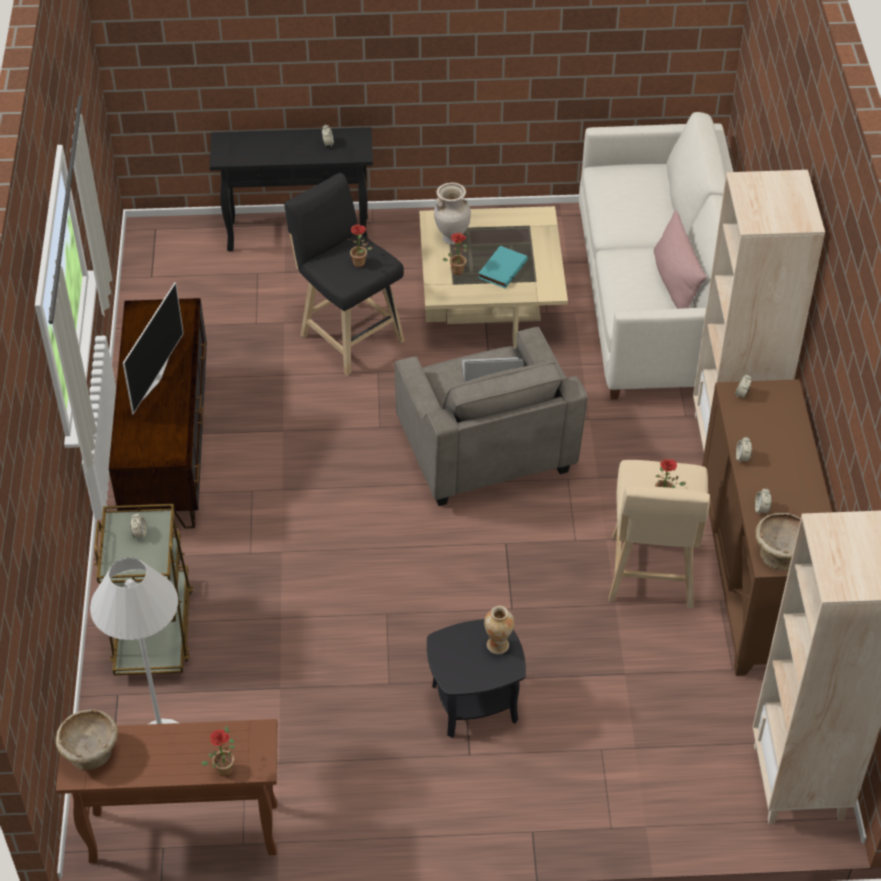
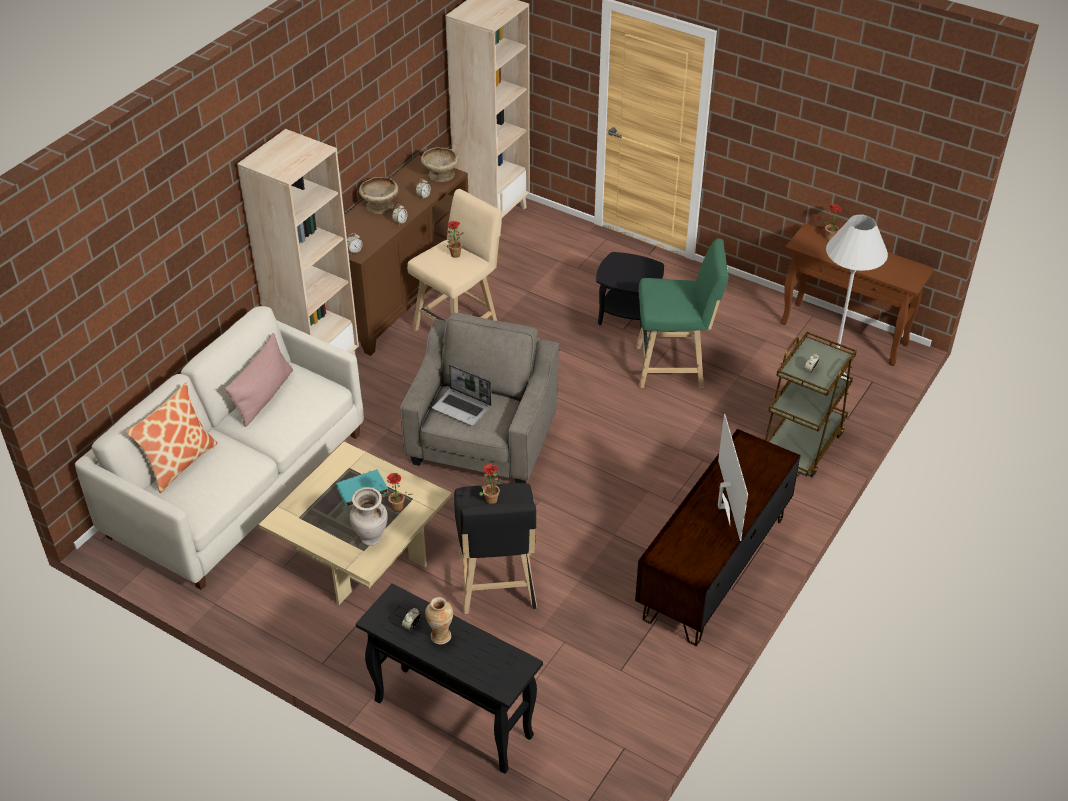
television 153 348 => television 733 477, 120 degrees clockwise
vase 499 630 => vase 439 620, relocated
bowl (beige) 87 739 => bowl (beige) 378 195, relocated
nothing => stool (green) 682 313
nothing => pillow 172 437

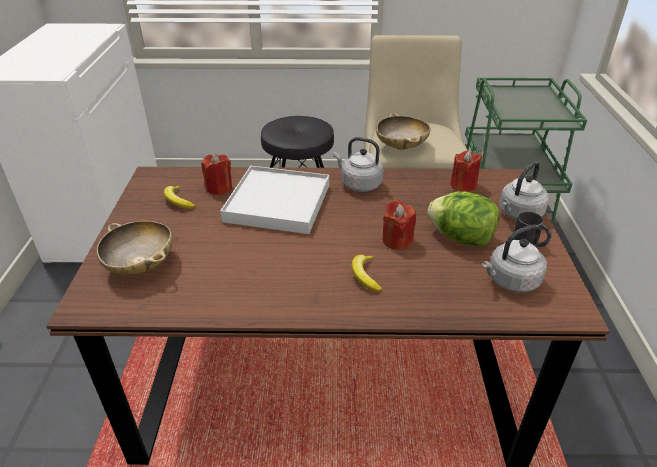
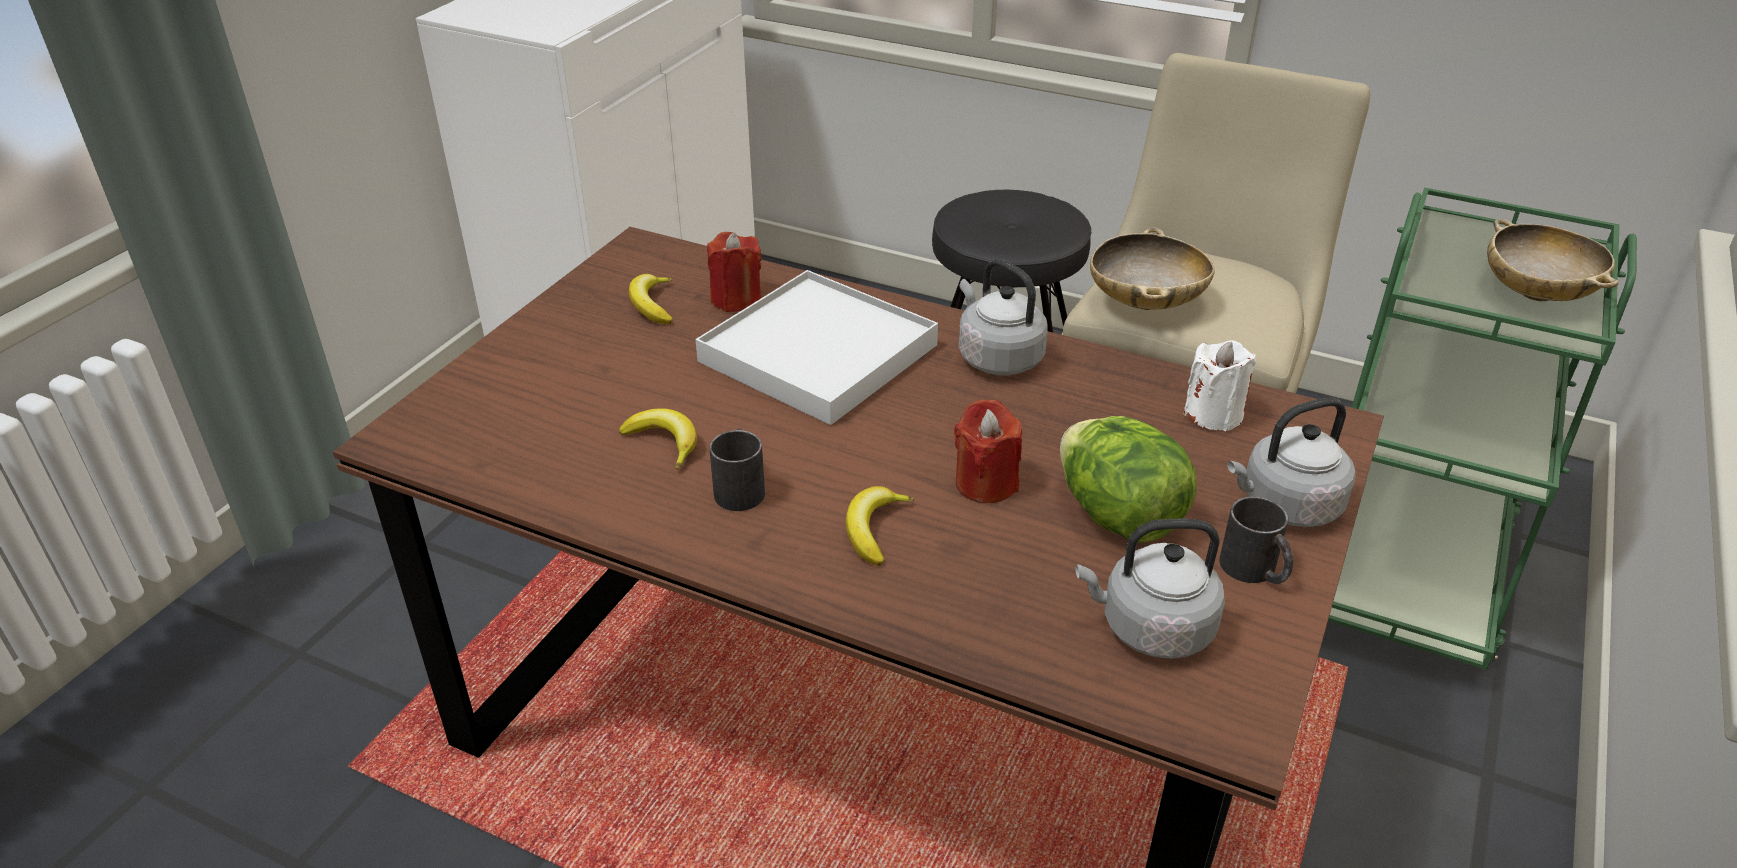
candle (red) 466 171 => candle (white) 1219 386
bowl (beige) 135 248 => bowl (beige) 1553 260, relocated
nothing => banana 658 439
nothing => mug (black) 737 470

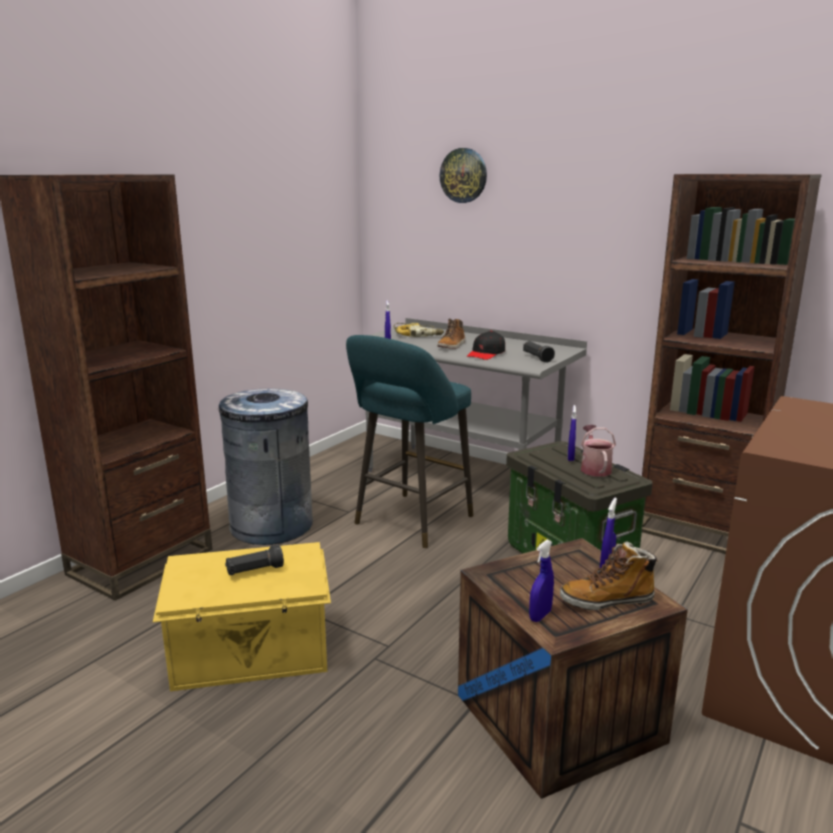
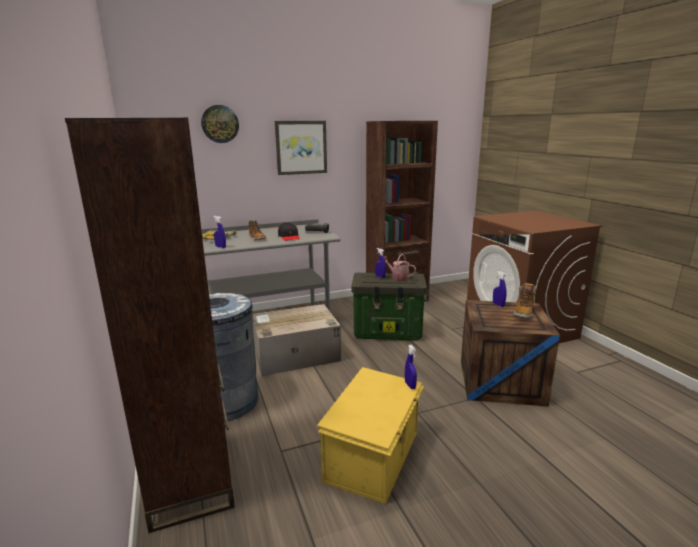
stool (turquoise) 409 441 => cardboard box 297 340
spray bottle (blue) 541 581 => spray bottle (blue) 411 367, relocated
flashlight (black) 254 559 => nothing
nothing => picture 301 148

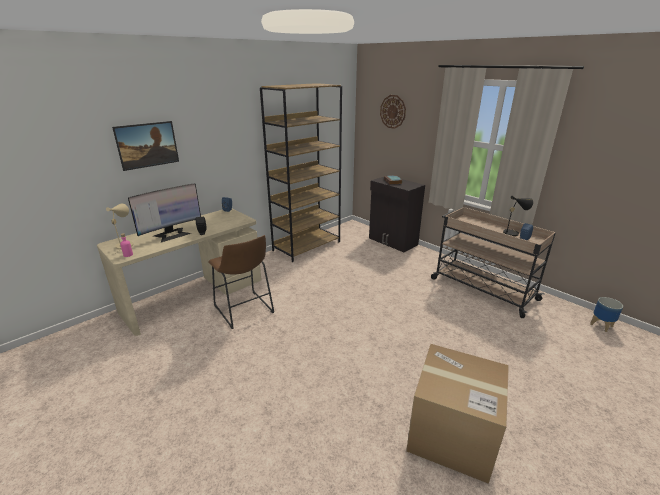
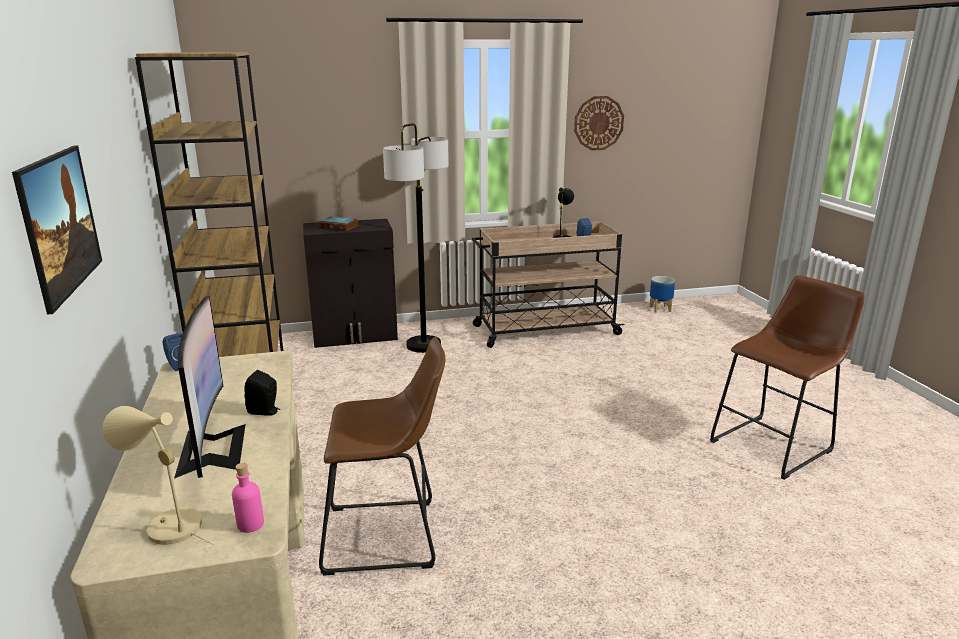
wall clock 393 112 => wall clock 599 123, relocated
cardboard box 457 414 => stool (brown) 787 377
nothing => floor lamp 416 238

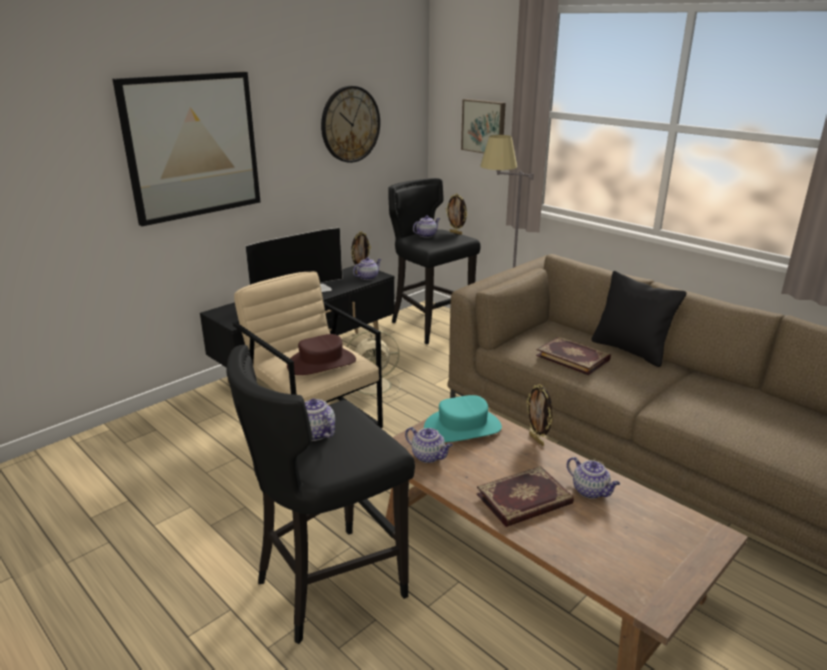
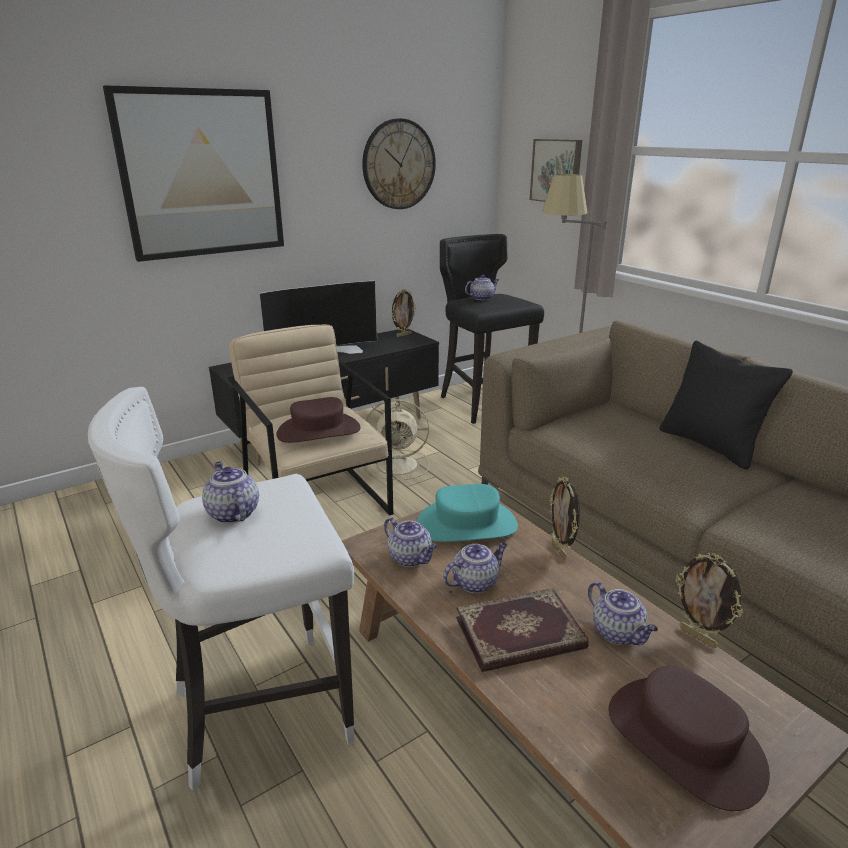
picture frame 456 214 => picture frame 709 600, relocated
teapot 367 268 => teapot 475 568, relocated
book 573 356 => nothing
stool (black) 320 494 => stool (white) 221 589
nothing => hat (brown) 689 738

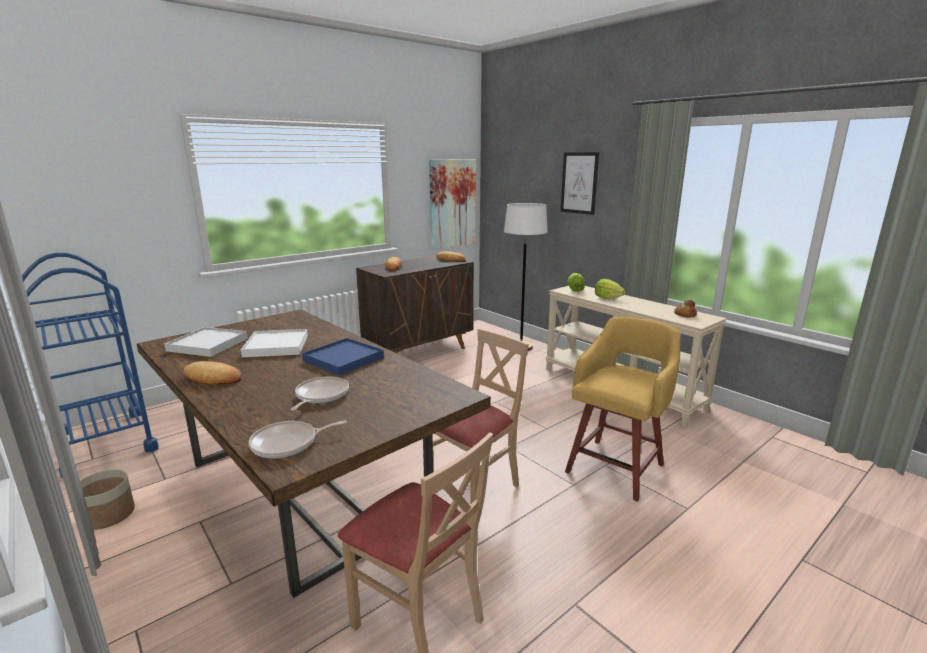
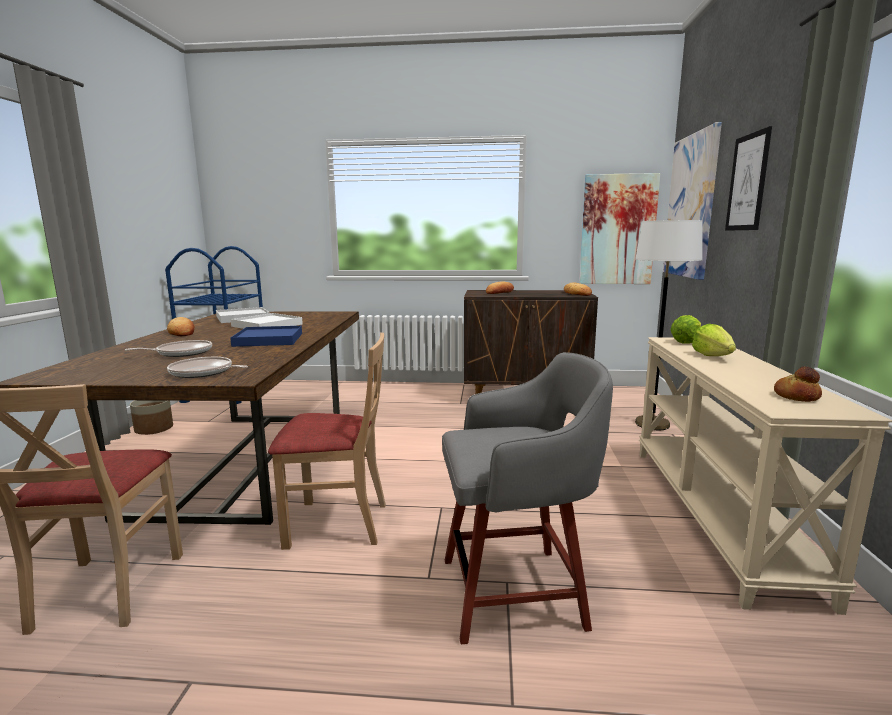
stool (yellow) 622 409 => stool (grey) 527 498
frying pan 297 440 => frying pan 207 367, relocated
nothing => picture 692 201

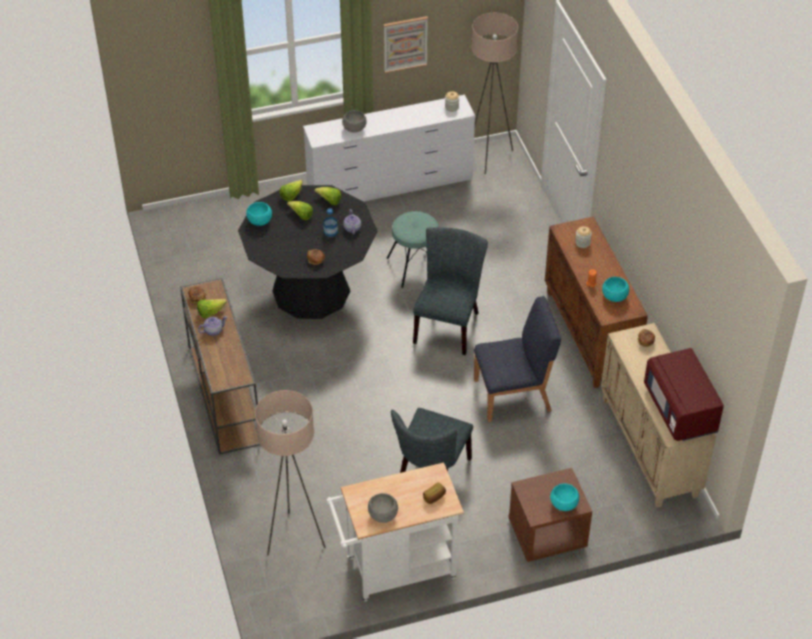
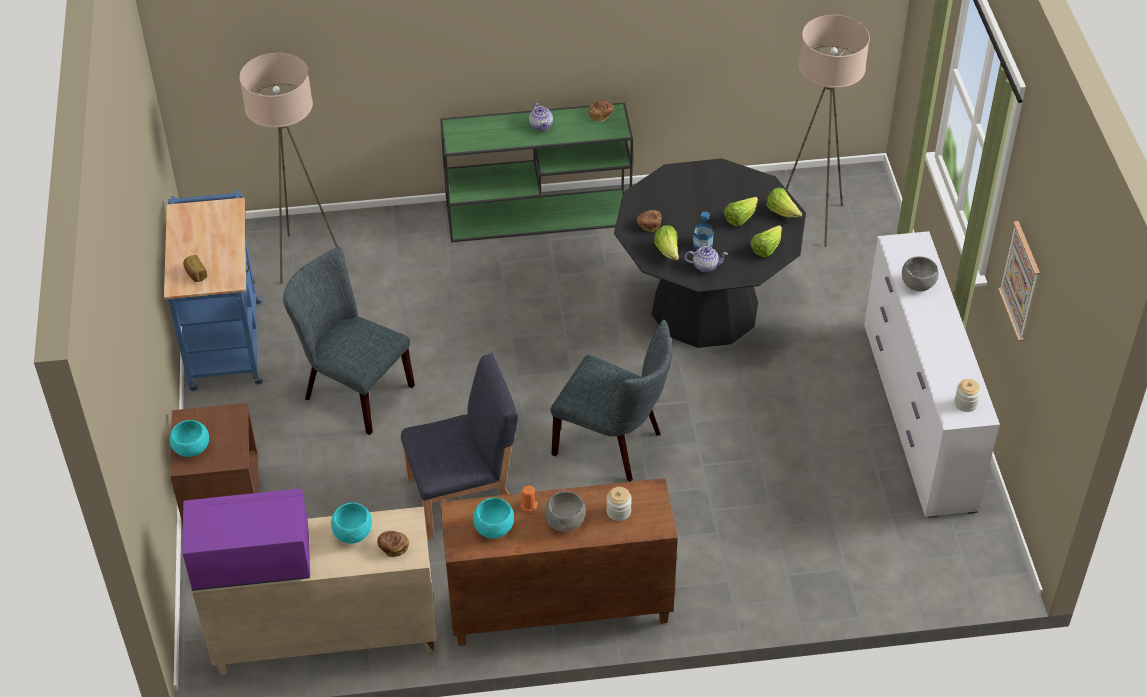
floor lamp (beige) 495 93 => floor lamp (beige) 828 131, relocated
bowl (turquoise) 259 214 => bowl (turquoise) 351 523, relocated
stool (turquoise) 412 249 => nothing
console table (brown) 220 366 => console table (green) 536 172
chair (blue) 517 359 => chair (blue) 459 446, 105 degrees counterclockwise
lettuce 212 308 => lettuce 666 242, relocated
microwave (red) 684 394 => microwave (purple) 246 539
cart (white) 395 532 => cart (blue) 213 291
bowl (grey) 383 508 => bowl (grey) 565 511, relocated

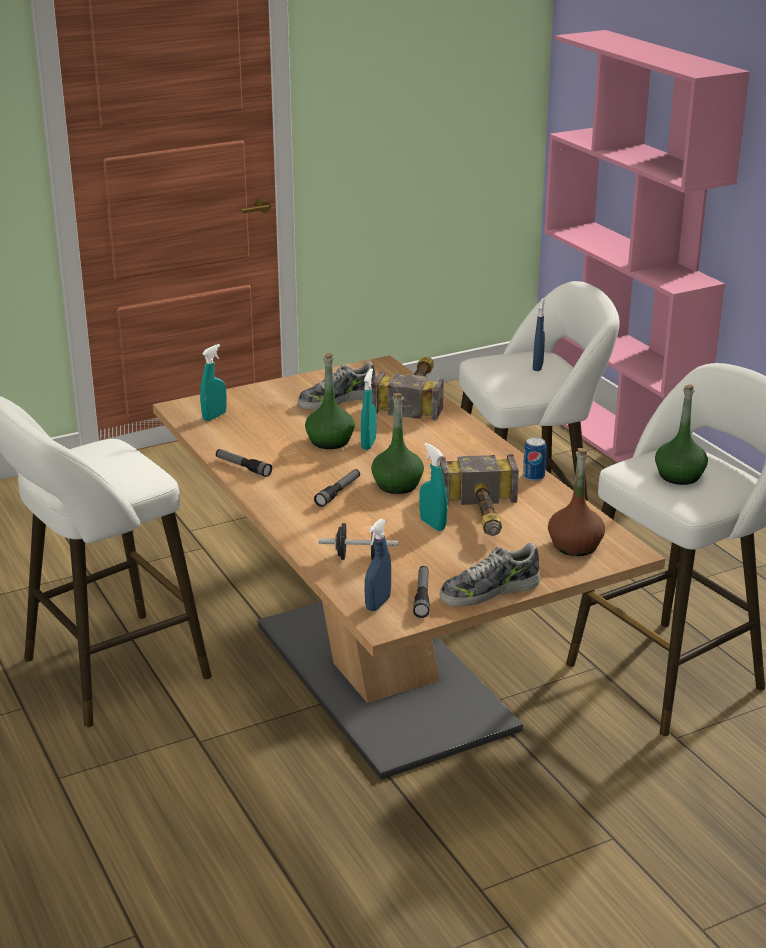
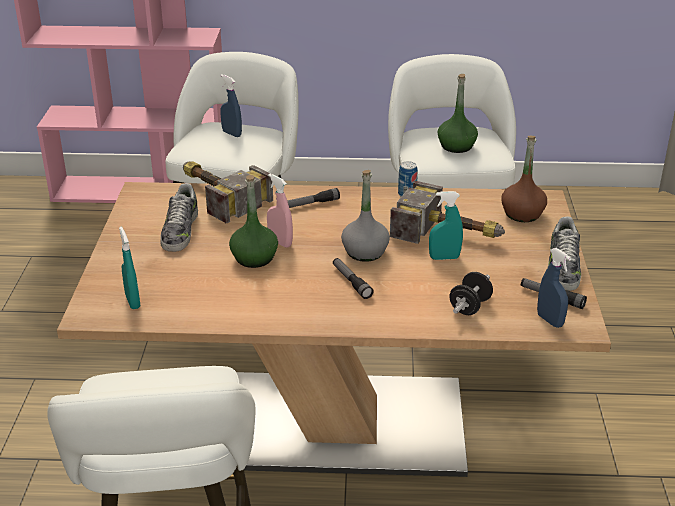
spray bottle (turquoise) 368 409 => spray bottle (pink) 280 211
bottle (green) 397 443 => bottle (grey) 365 216
flashlight 244 463 => flashlight 313 198, relocated

